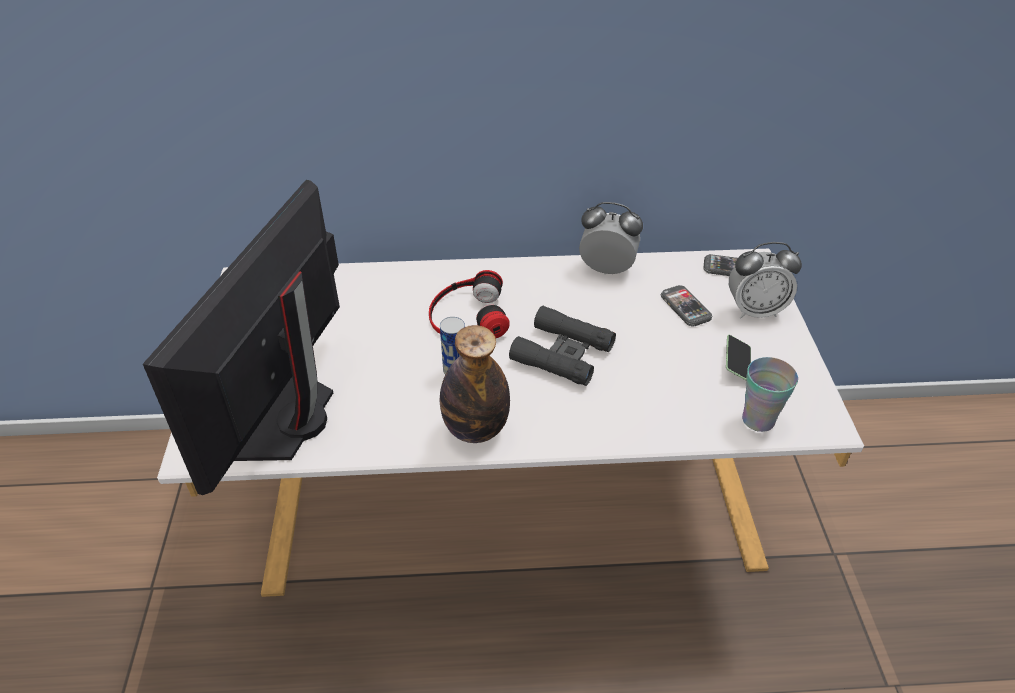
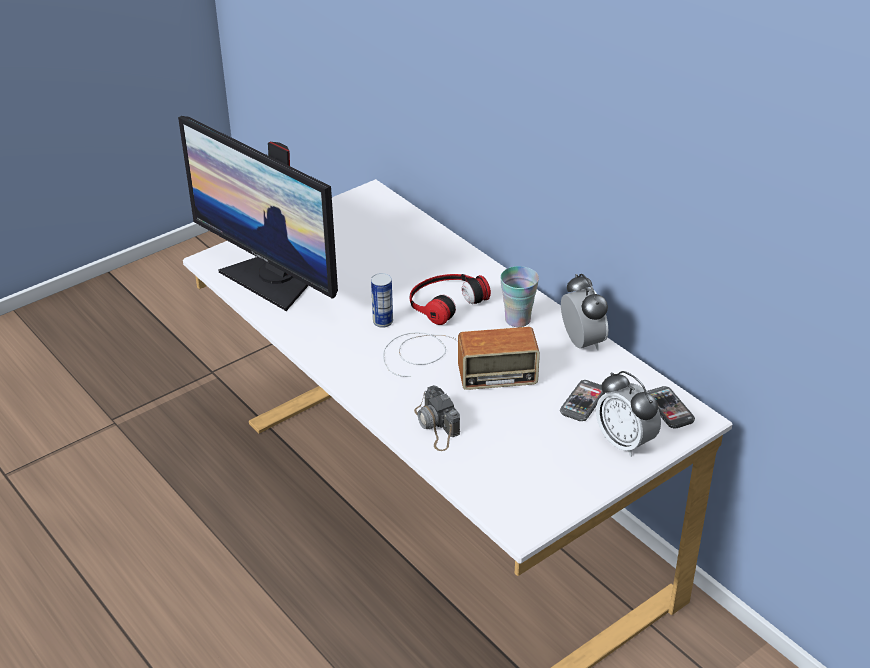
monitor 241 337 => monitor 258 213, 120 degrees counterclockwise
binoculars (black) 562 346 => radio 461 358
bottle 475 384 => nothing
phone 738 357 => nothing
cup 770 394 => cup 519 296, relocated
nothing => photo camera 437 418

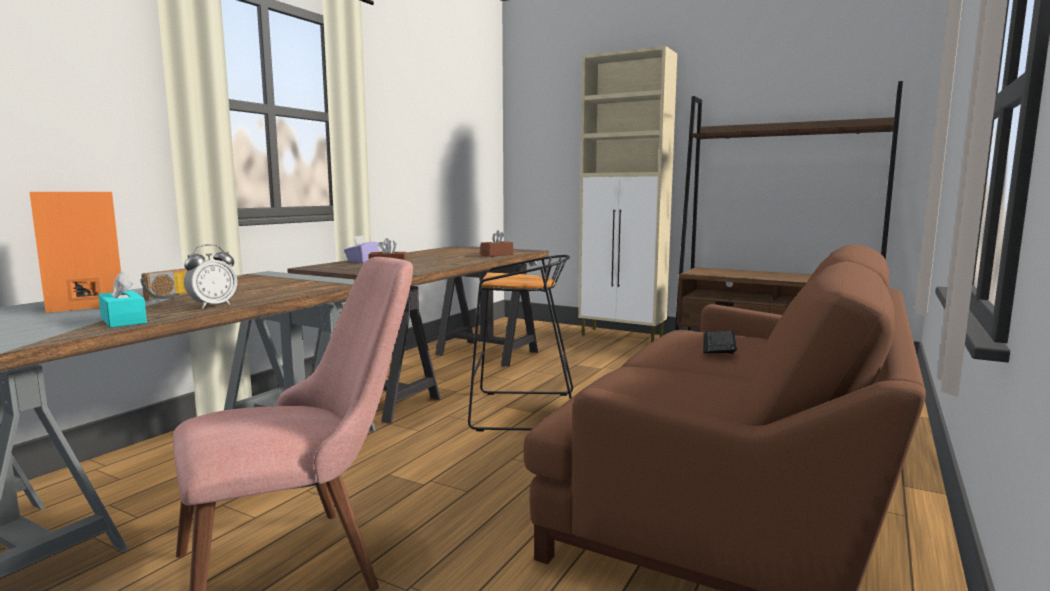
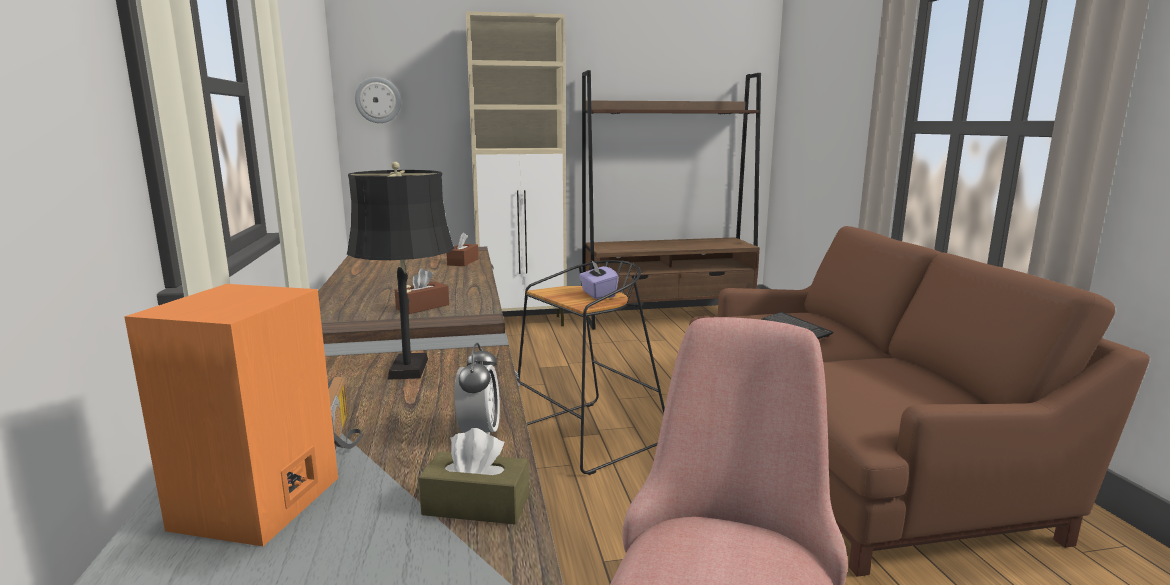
tissue box (purple) 362 249 => tissue box (purple) 599 280, relocated
tissue box (turquoise) 122 299 => tissue box (brown) 473 476
nothing => wall clock 378 100
nothing => table lamp (black) 400 271

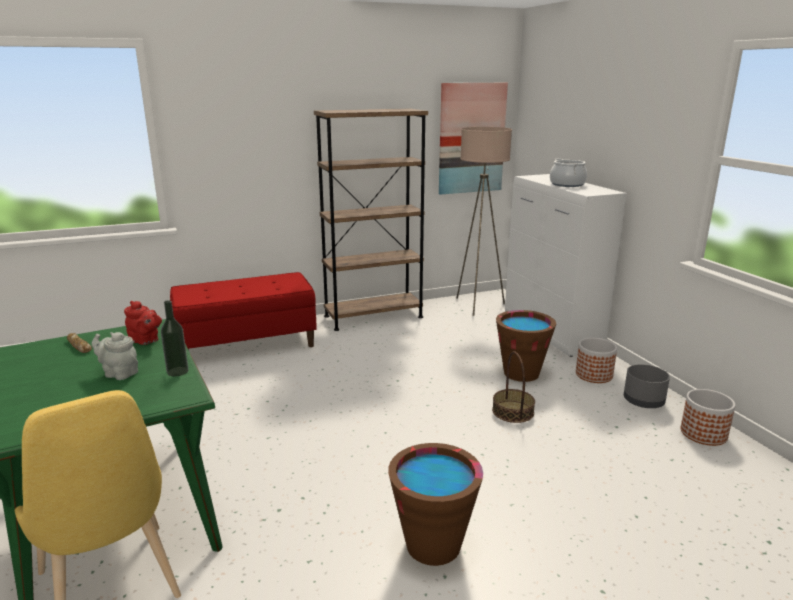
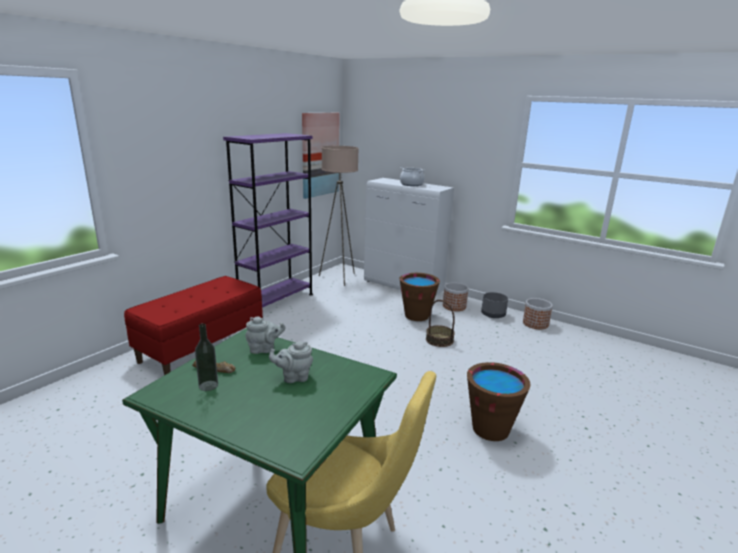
bookcase (brown) 371 219 => bookcase (purple) 268 220
bottle 174 338 => bottle 206 357, relocated
teapot (red) 143 323 => teapot (grey) 265 335

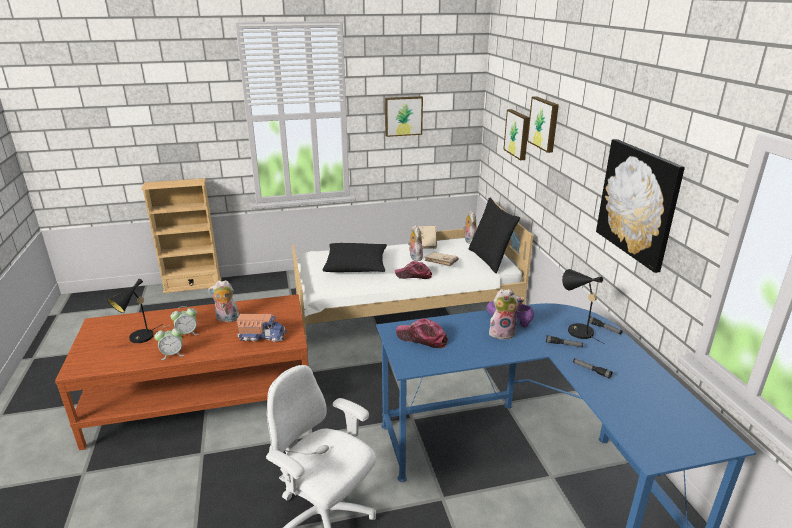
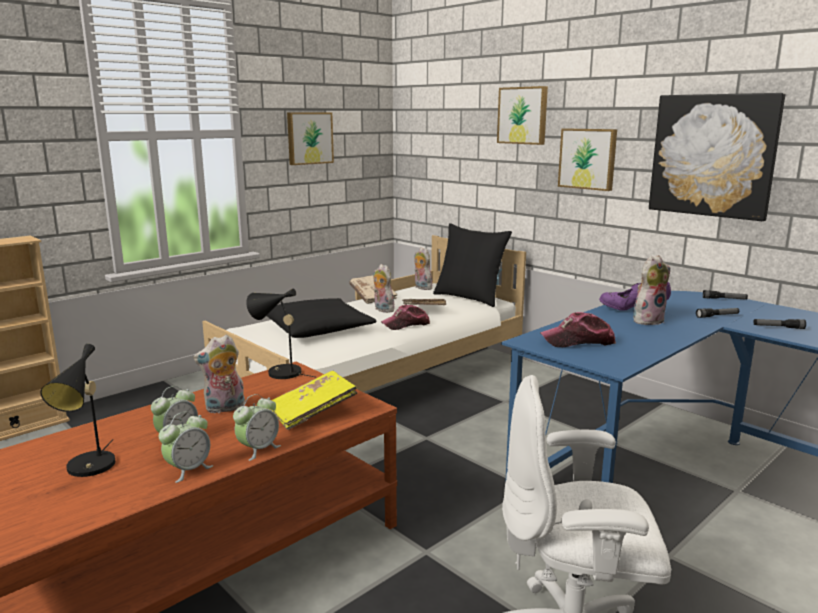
picture 516 134 => picture 587 159, relocated
table lamp (black) 583 306 => table lamp (black) 281 333, relocated
toy truck 261 328 => book (yellow) 313 400
nothing => alarm clock 257 427

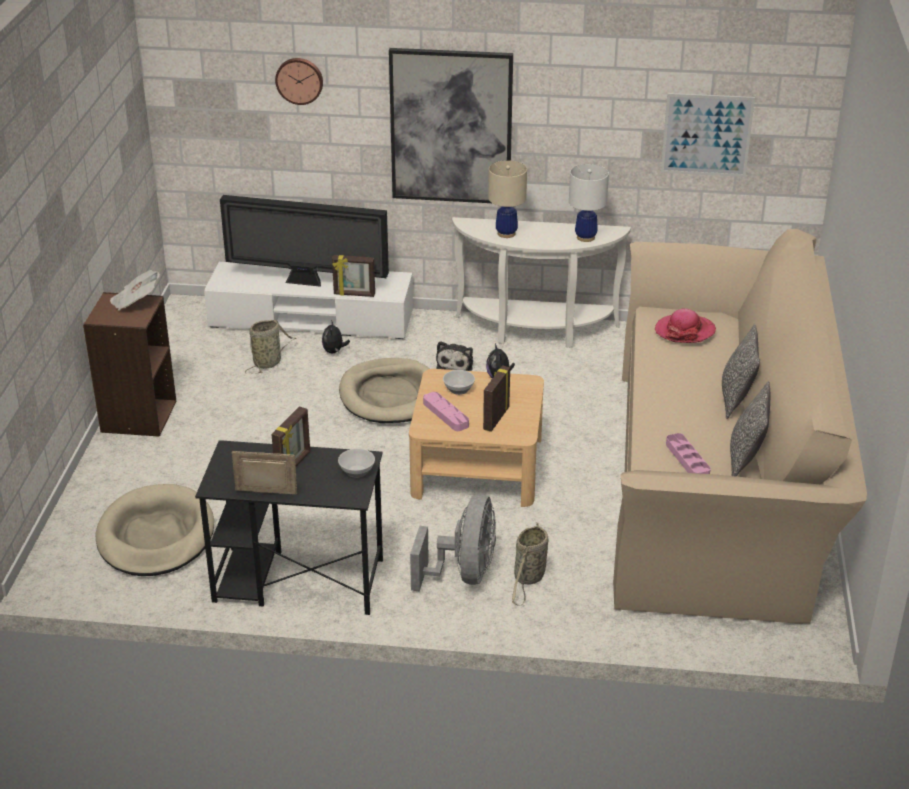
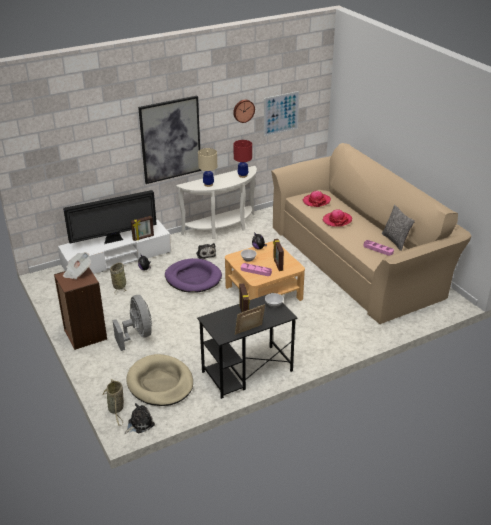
wall clock 299 81 => wall clock 244 111, relocated
table lamp (white) 589 203 => table lamp (red) 242 159
pillow 741 371 => nothing
dog bed (beige) 384 390 => dog bed (purple) 193 275
fan (grey) 453 543 => fan (grey) 132 323, relocated
basket 530 564 => basket 113 402, relocated
nothing => hat 337 218
nothing => plush toy 140 418

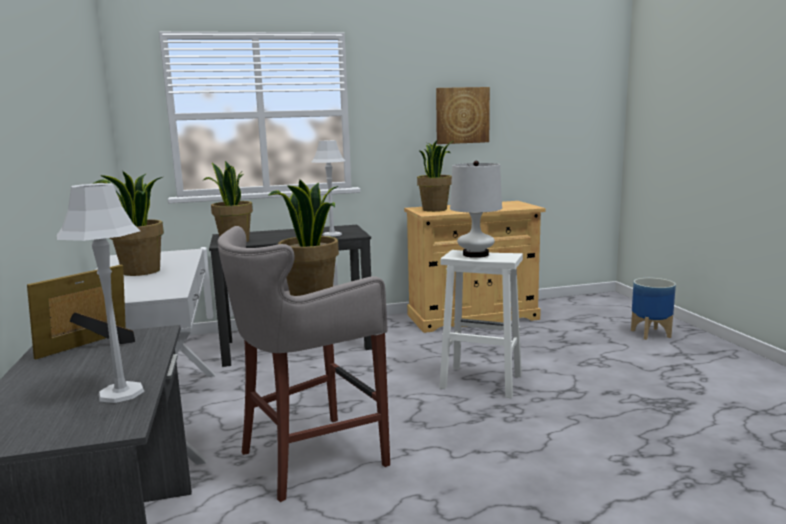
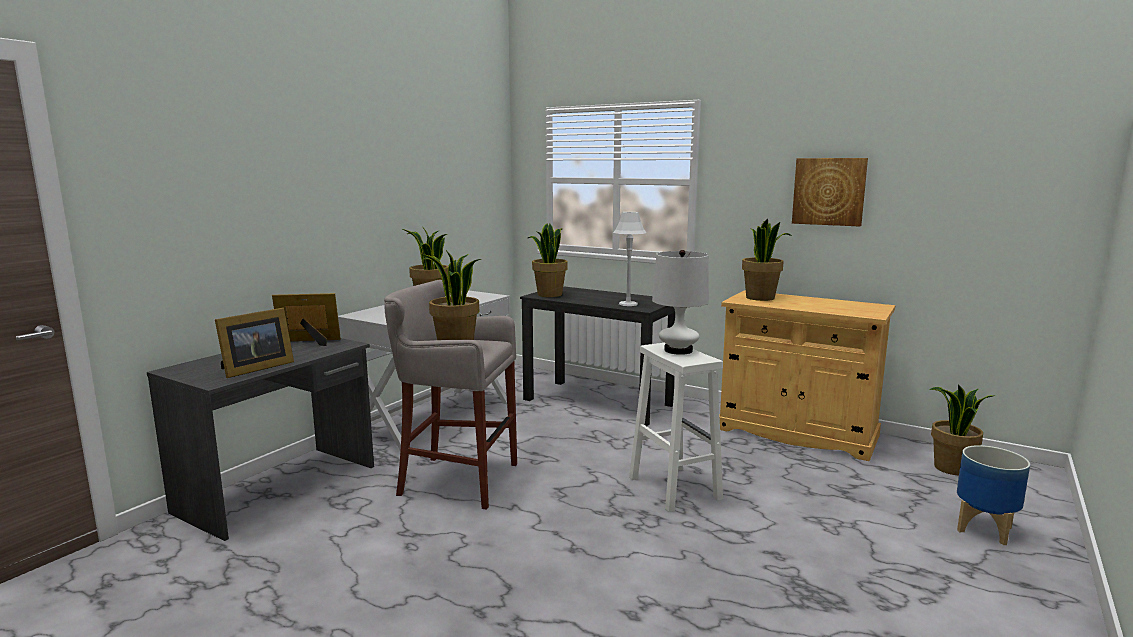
table lamp (grey) 100 293 => picture frame 254 343
nothing => potted plant 961 429

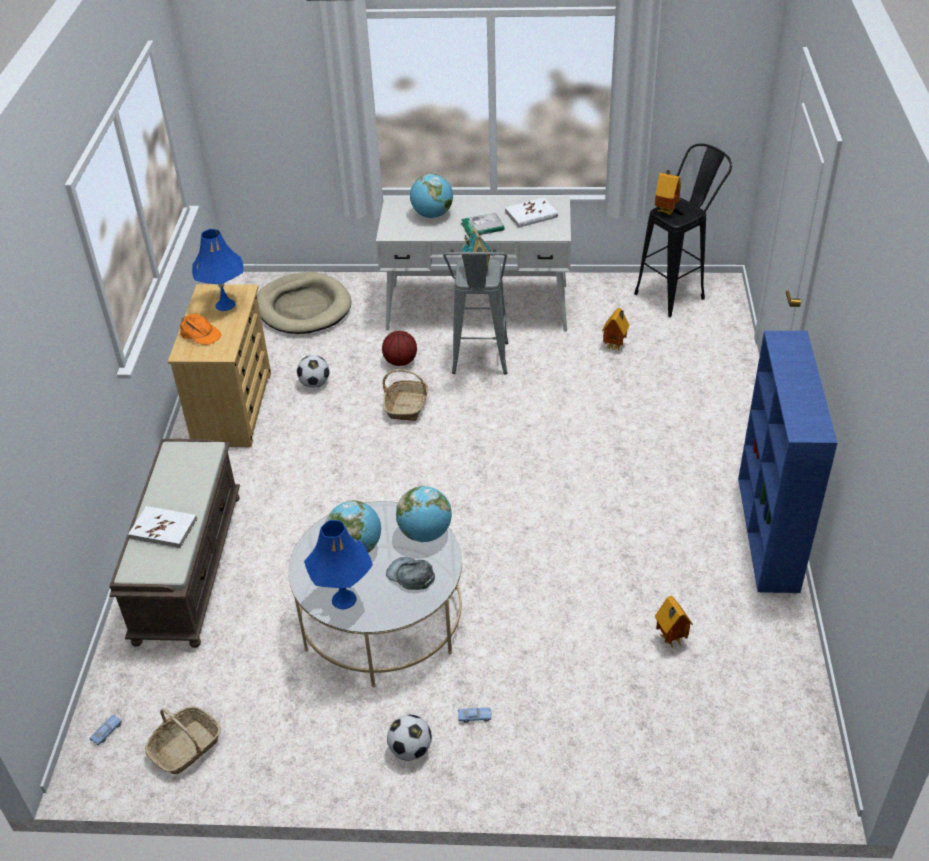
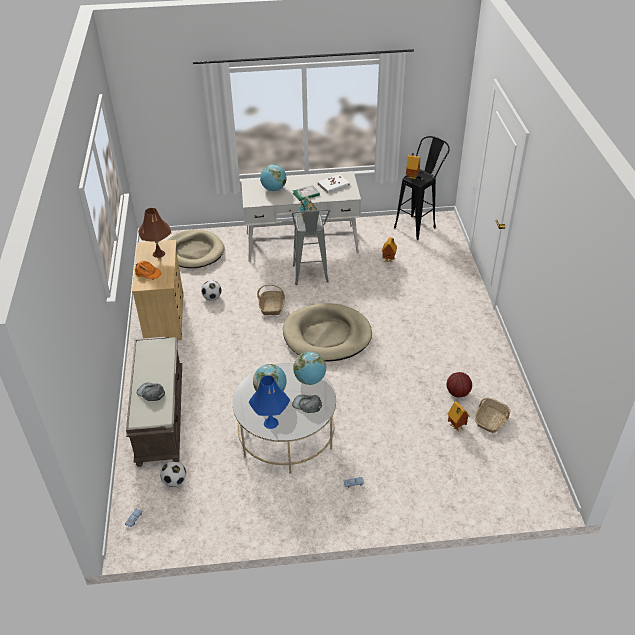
table lamp (blue) 217 270 => table lamp (brown) 154 233
basketball 399 348 => basketball 459 385, relocated
bookcase (blue) 787 462 => nothing
book (white) 162 527 => cap (grey) 151 392
basket 183 740 => basket 492 415, relocated
football 409 738 => football 173 474, relocated
nothing => dog bed (beige) 327 332

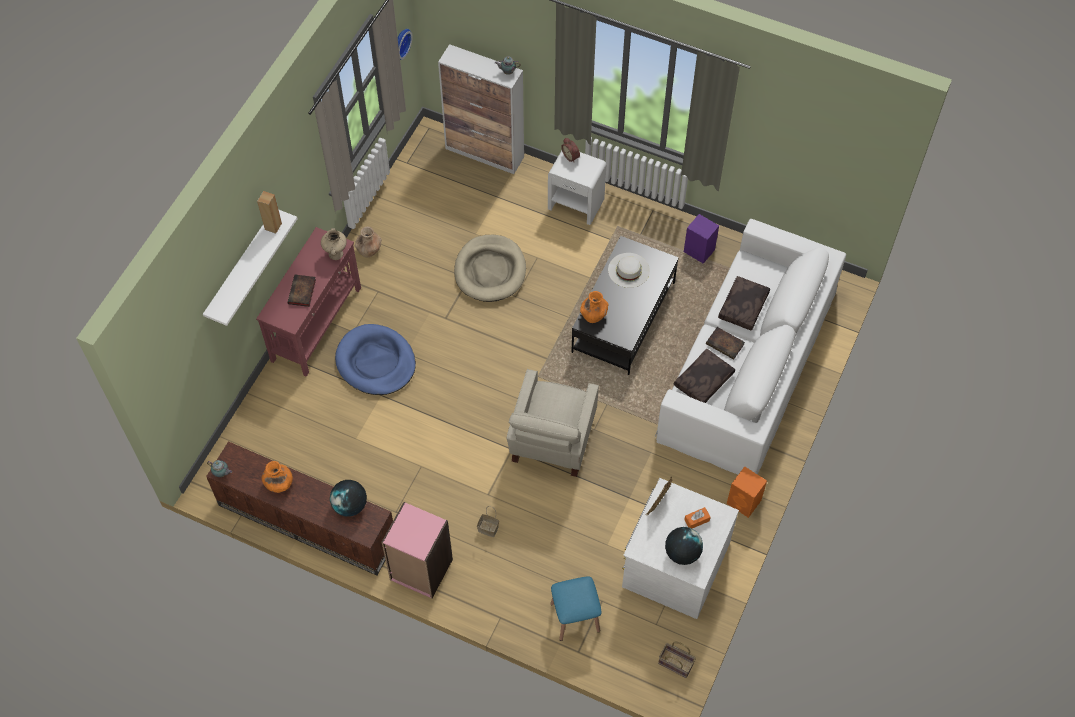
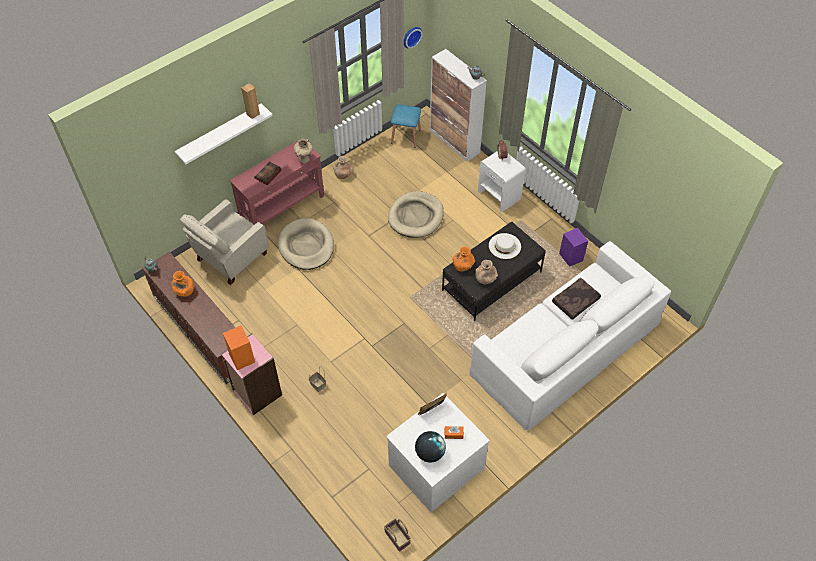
dog bed (blue) 375 359 => dog bed (beige) 306 244
book 725 343 => nothing
pillow (brown) 704 376 => nothing
armchair (beige) 553 423 => armchair (beige) 224 242, relocated
speaker (orange) 747 492 => speaker (orange) 239 348, relocated
globe 348 498 => nothing
stool (blue) 576 608 => stool (blue) 406 126, relocated
nothing => vase (brown) 486 272

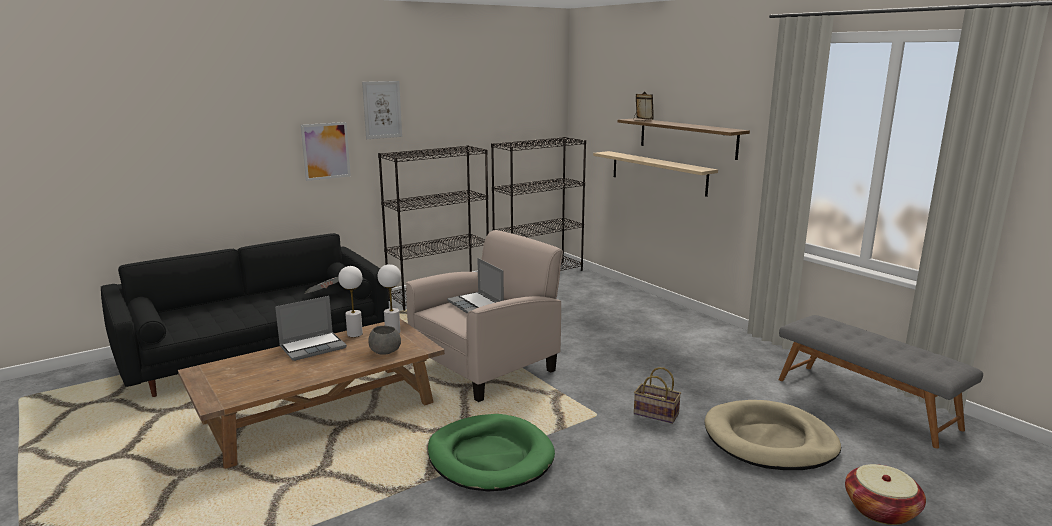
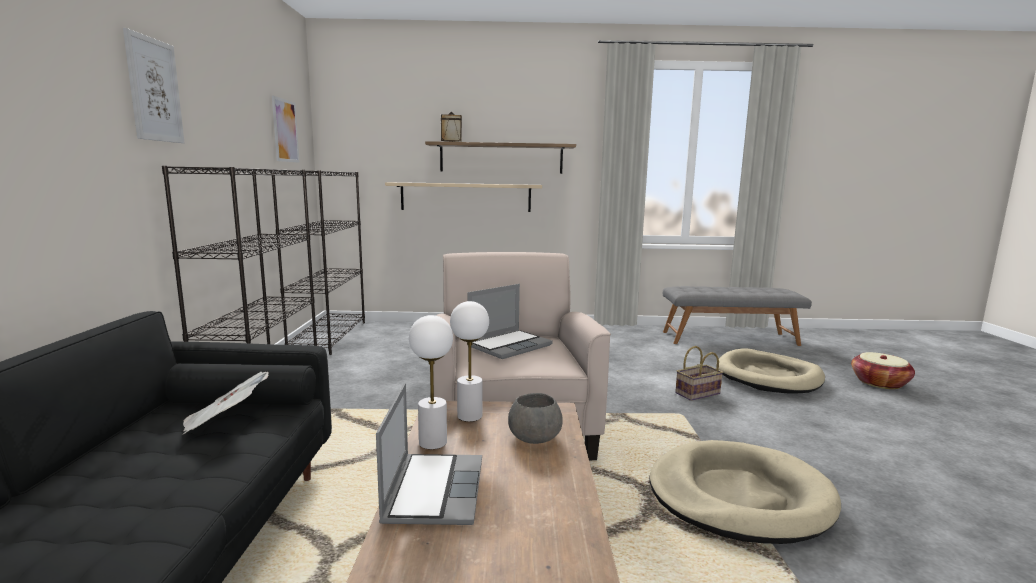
picture 326 151 => picture 286 129, relocated
laptop 475 286 => laptop 510 321, 45 degrees counterclockwise
dog bed (green) 491 452 => dog bed (beige) 745 492

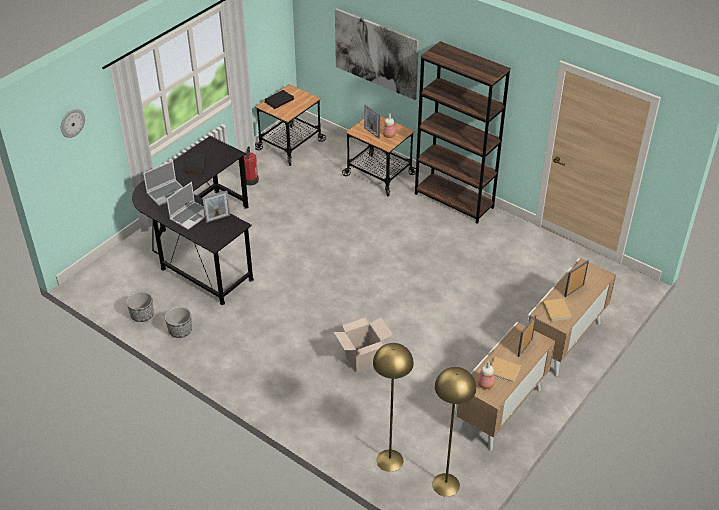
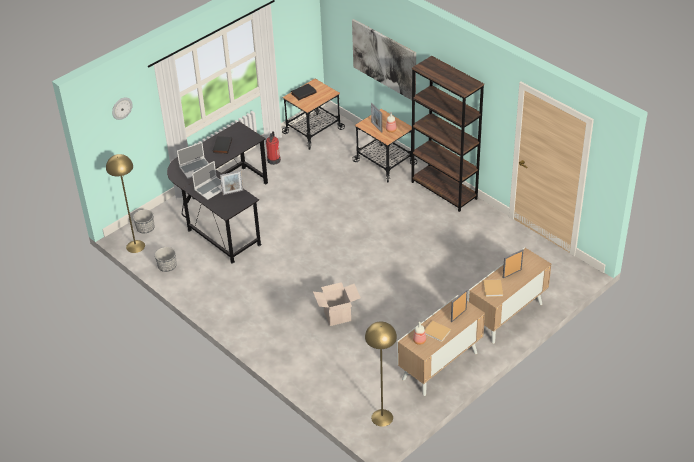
planter 178 322 => planter 144 221, relocated
floor lamp (yellow) 393 407 => floor lamp (yellow) 125 203, relocated

